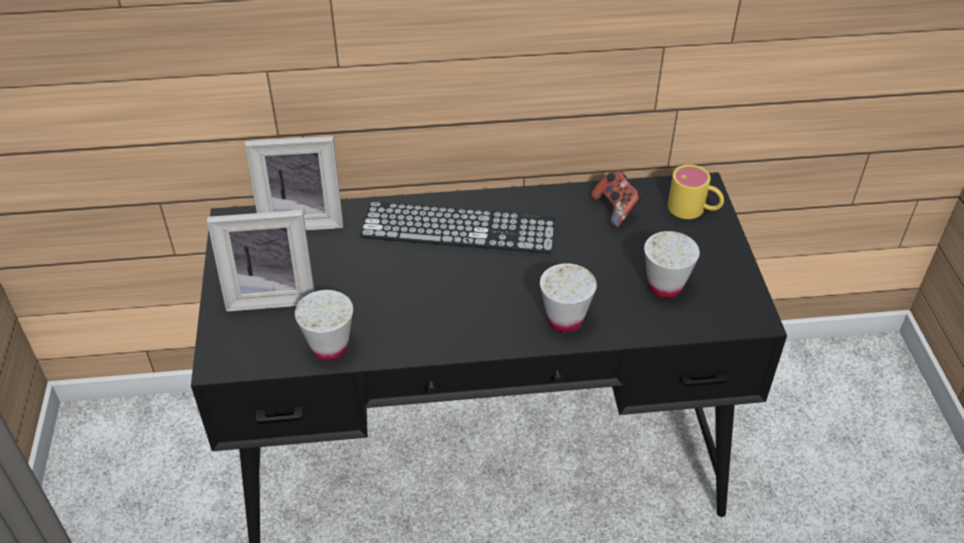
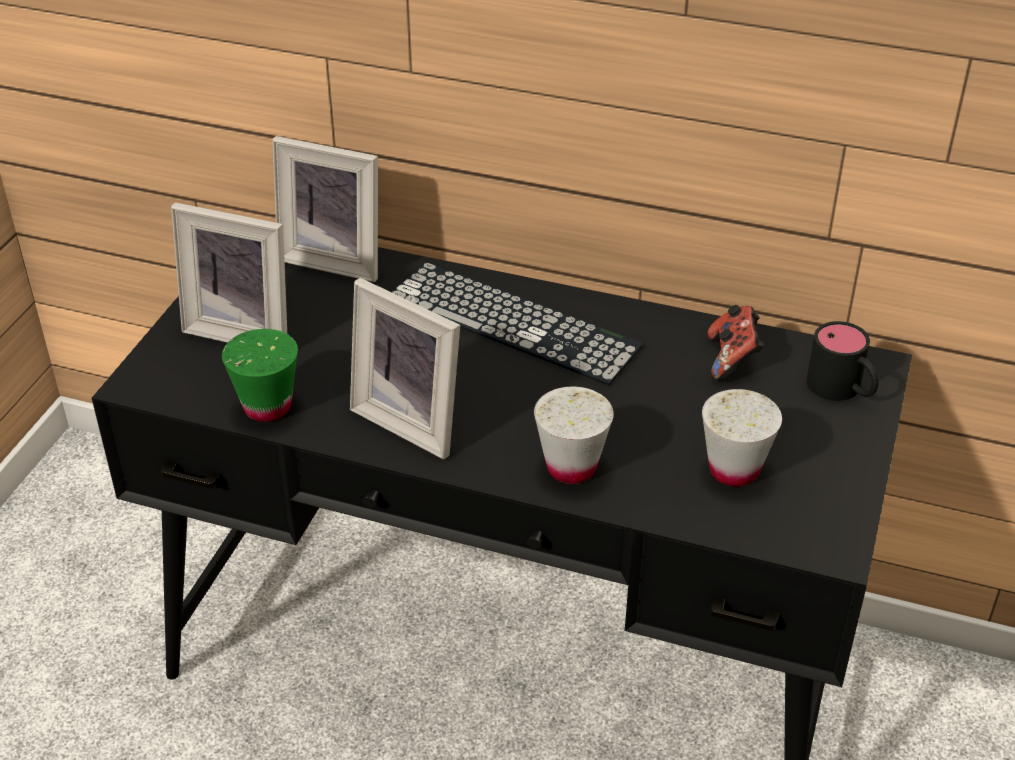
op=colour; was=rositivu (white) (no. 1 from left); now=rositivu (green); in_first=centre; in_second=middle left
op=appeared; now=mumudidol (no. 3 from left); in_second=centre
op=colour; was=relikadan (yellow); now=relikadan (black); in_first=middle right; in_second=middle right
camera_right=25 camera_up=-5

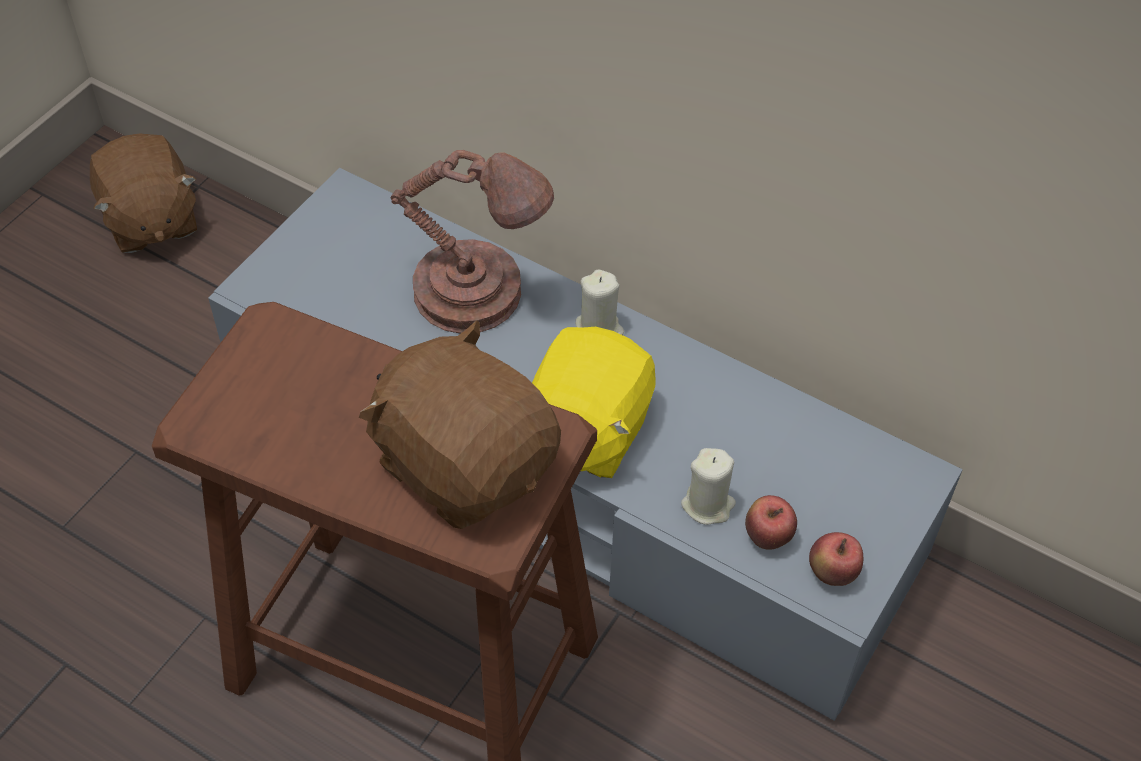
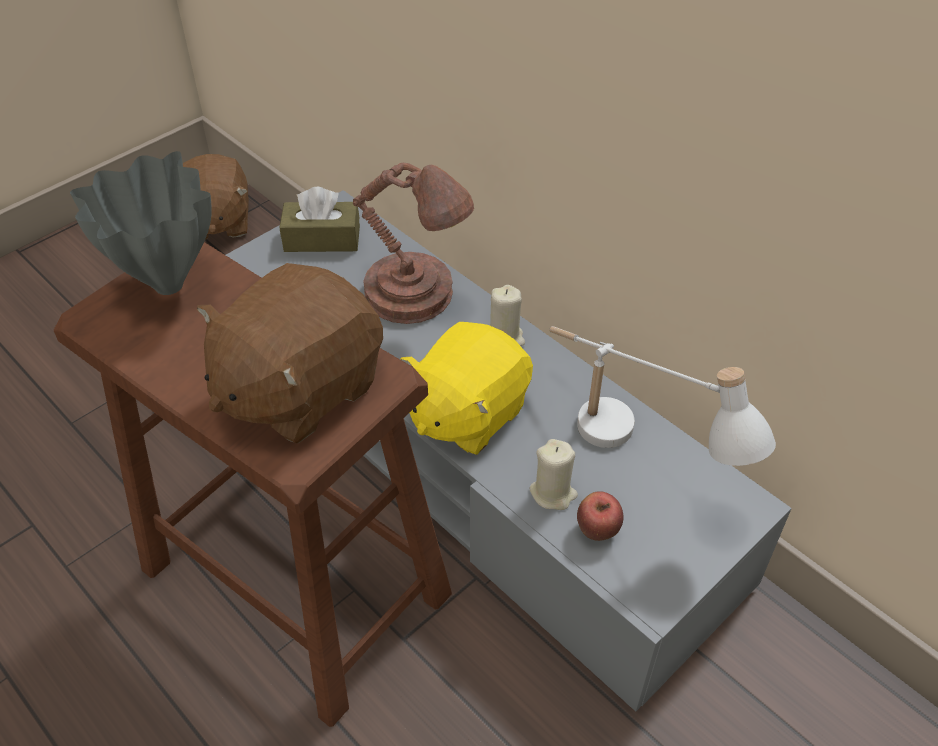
op=appeared; now=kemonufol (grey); in_second=top left
op=spun; was=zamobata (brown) (no. 2 from left); in_first=centre; in_second=middle left; clockwise=-105
op=appeared; now=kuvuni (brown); in_second=top centre
op=appeared; now=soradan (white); in_second=middle right
op=missing; was=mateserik (no. 2 from left); in_first=bottom right
camera_right=15 camera_up=-5

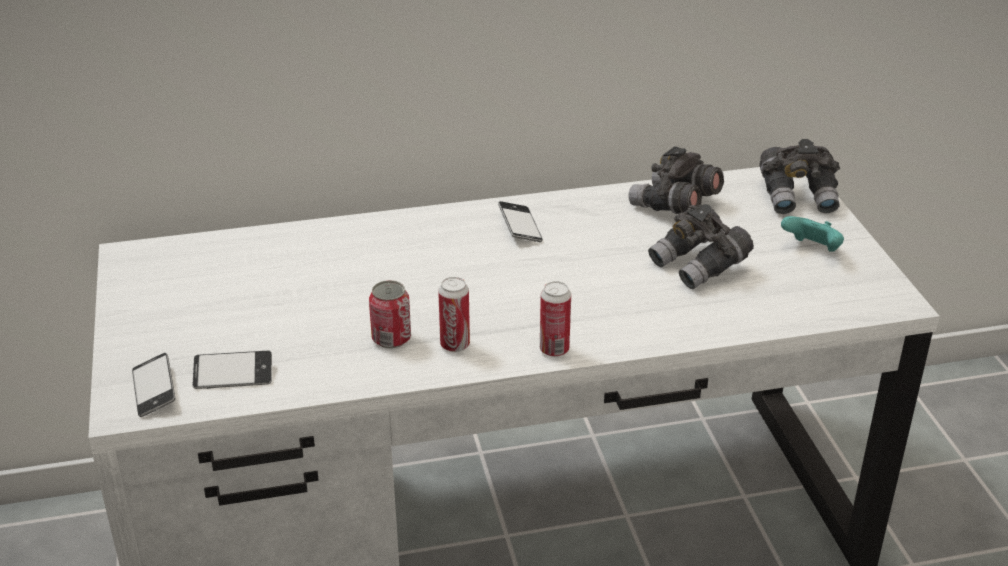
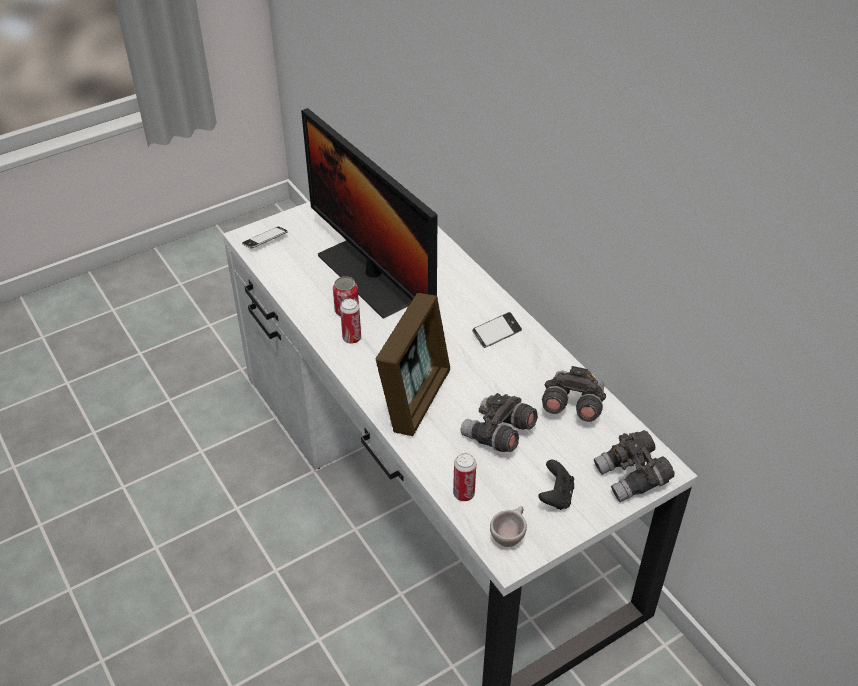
op=appeared; now=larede; in_second=top centre
op=appeared; now=mumudidol; in_second=centre
op=relocated; was=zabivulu (no. 3 from left); in_first=centre; in_second=bottom centre
op=appeared; now=rositivu (beige); in_second=bottom centre
op=colour; was=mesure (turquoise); now=mesure (black); in_first=middle right; in_second=bottom centre
op=missing; was=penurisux (no. 2 from left); in_first=middle left
camera_right=70 camera_up=10

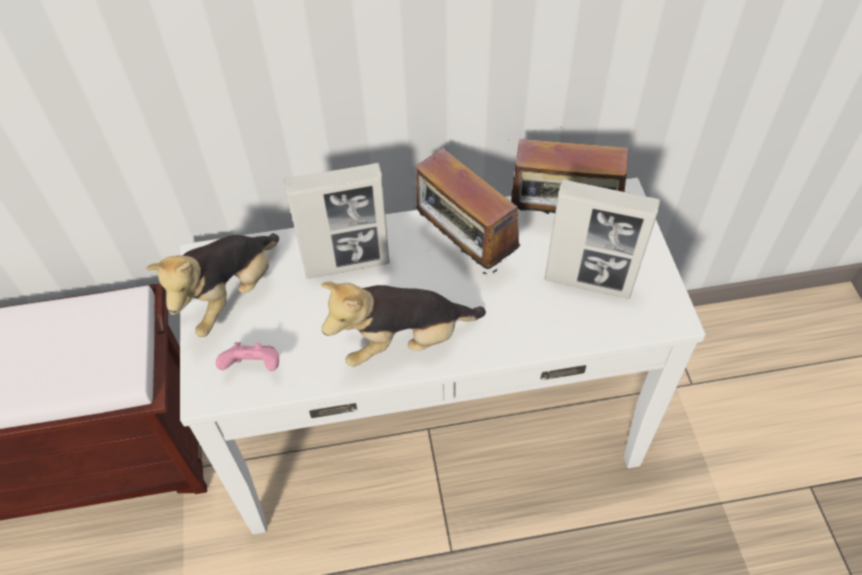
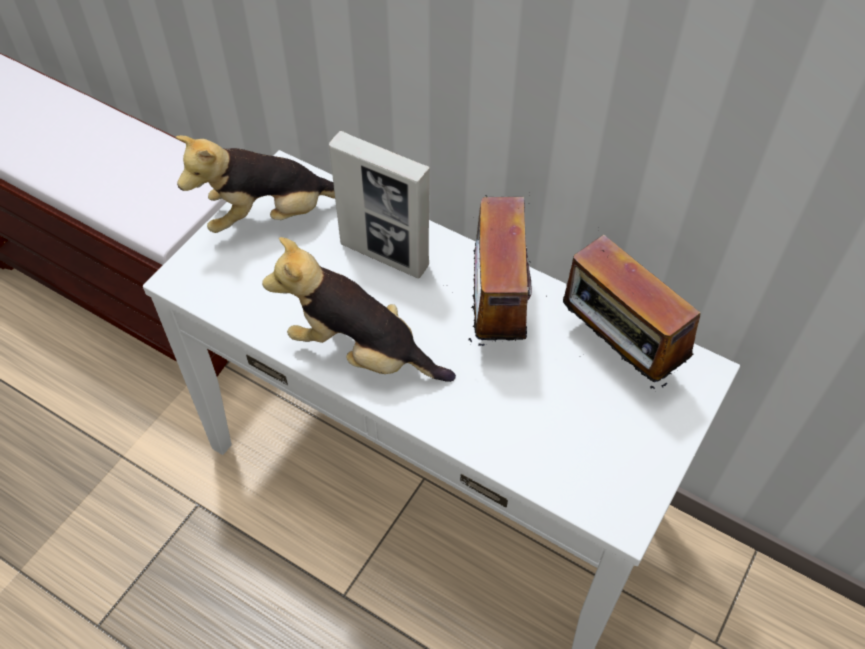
op=missing; was=mesure (pink); in_first=middle left
op=missing; was=mumudidol (no. 2 from left); in_first=middle right
camera_right=40 camera_up=0

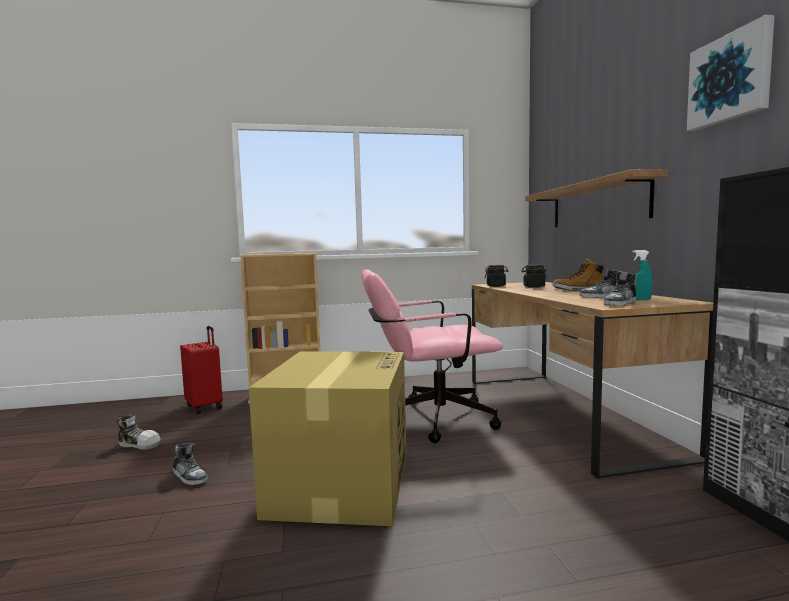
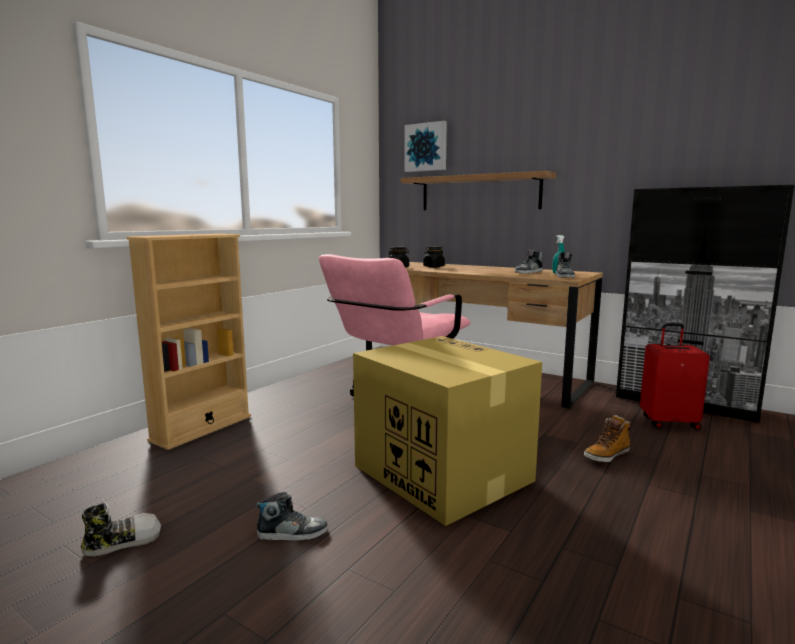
op=relocated; was=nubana; in_first=top right; in_second=top centre
op=relocated; was=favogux; in_first=middle right; in_second=bottom right
op=relocated; was=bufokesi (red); in_first=middle left; in_second=middle right
camera_right=-45 camera_up=5

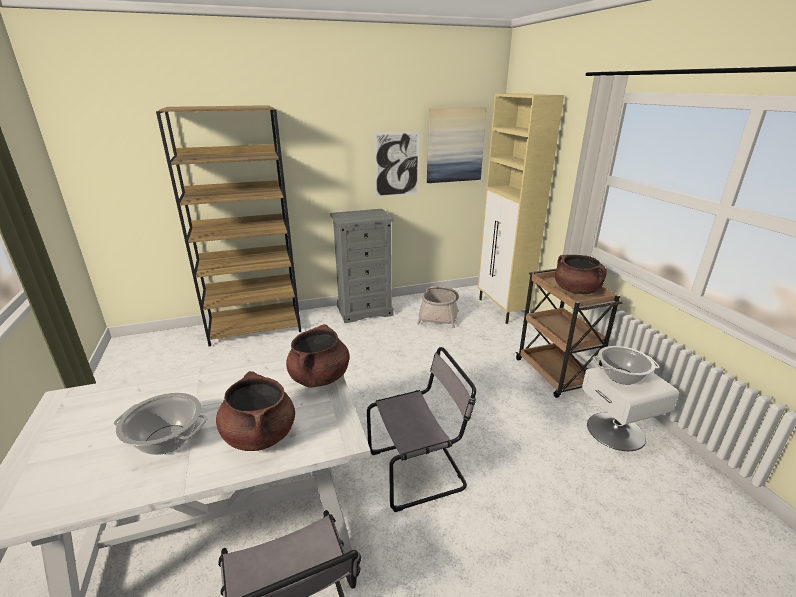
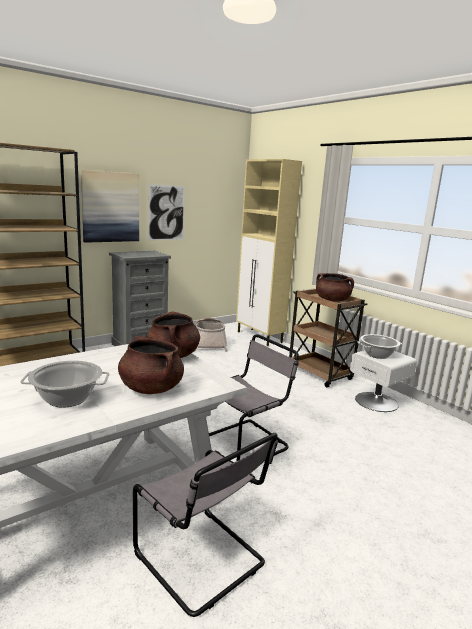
op=relocated; was=nubana (no. 2 from left in the first image); now=nubana (no. 1 from left); in_first=top centre; in_second=top left
camera_right=-20 camera_up=-10

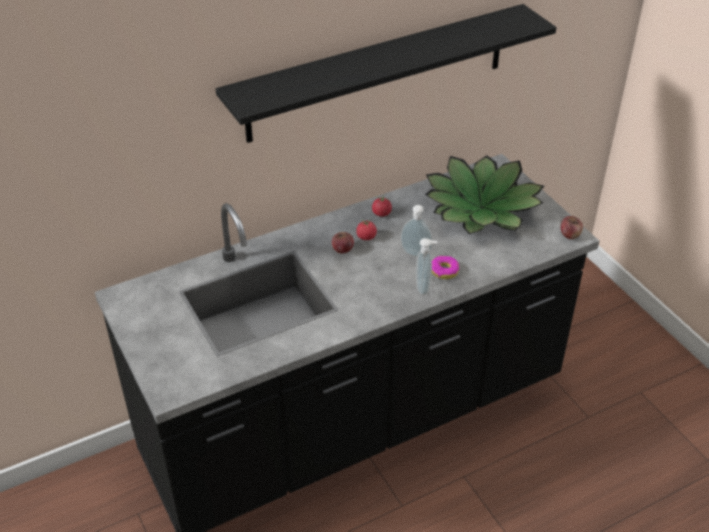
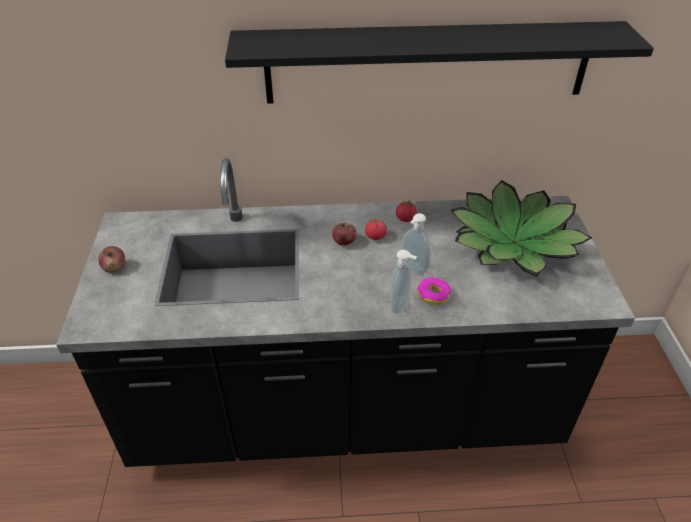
op=relocated; was=mateserik (no. 2 from left in the first image); now=mateserik (no. 1 from left); in_first=middle right; in_second=middle left
camera_right=25 camera_up=0

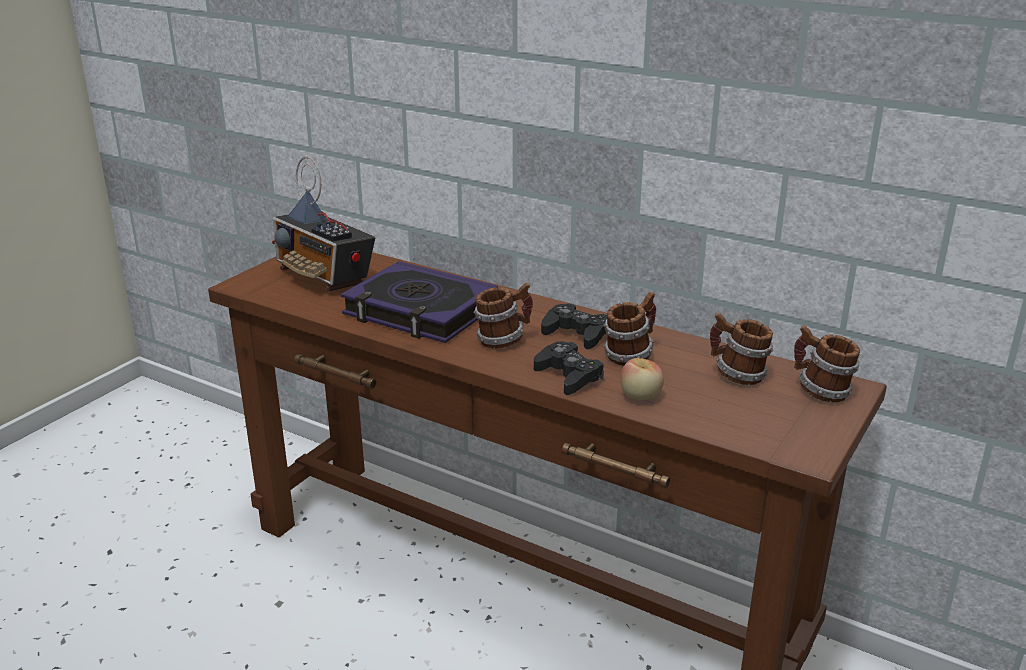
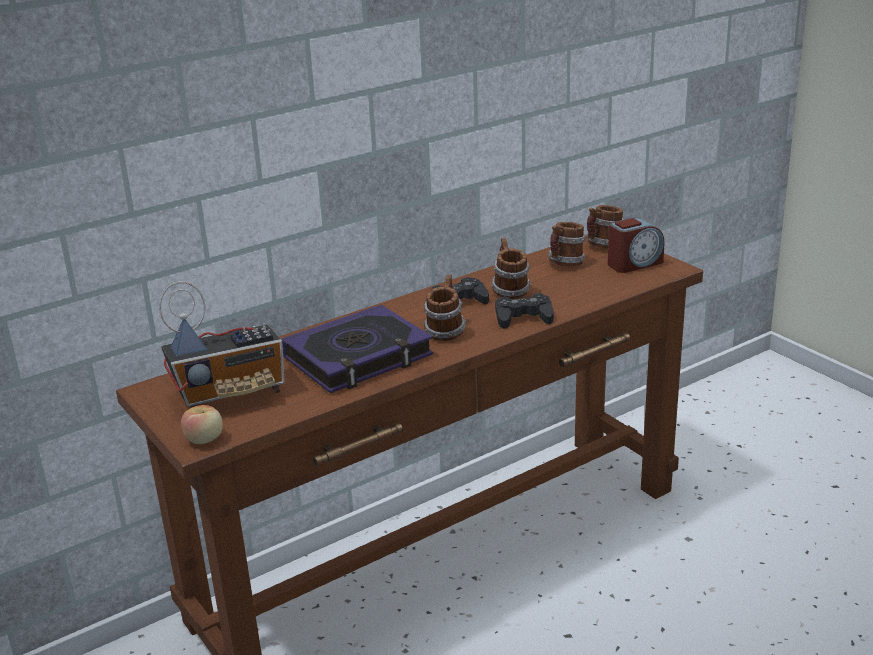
op=relocated; was=mateserik; in_first=centre; in_second=middle left
op=appeared; now=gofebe; in_second=middle right
camera_right=-65 camera_up=0

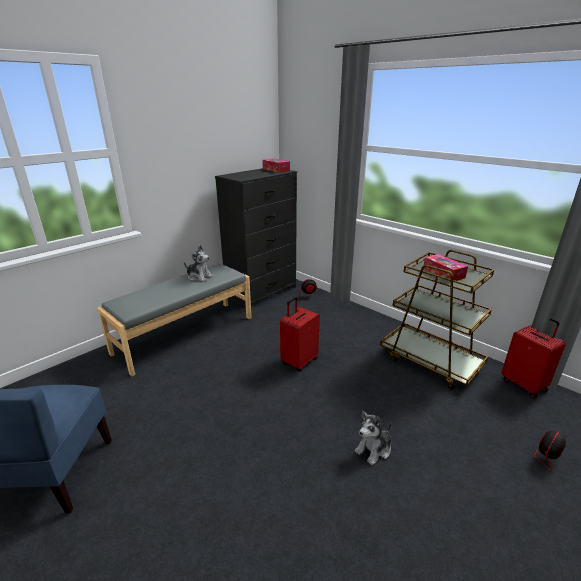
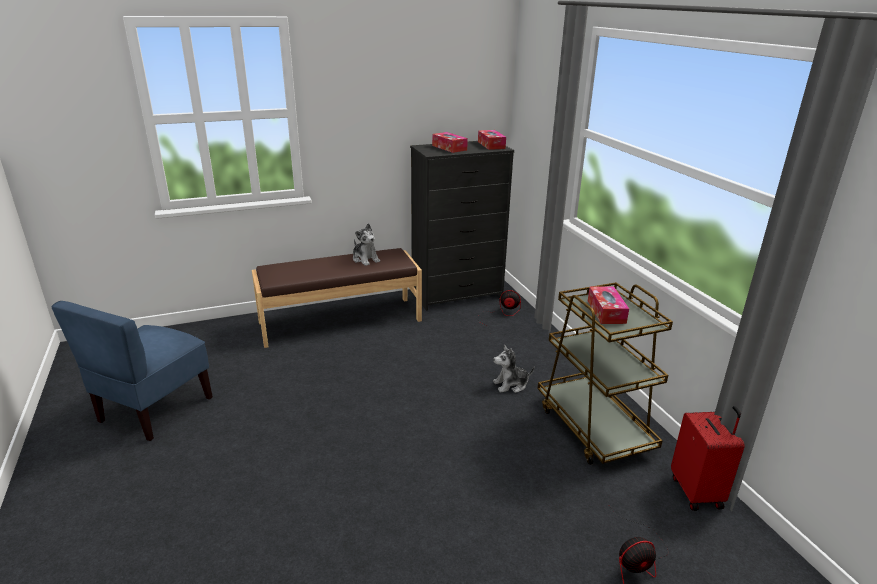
op=colour; was=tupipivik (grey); now=tupipivik (brown); in_first=middle left; in_second=centre
op=appeared; now=kuvuni (no. 1 from left); in_second=top centre
op=relocated; was=zamobata (no. 2 from left); in_first=bottom centre; in_second=centre
op=missing; was=bufokesi (red) (no. 1 from left); in_first=centre
camera_right=25 camera_up=0

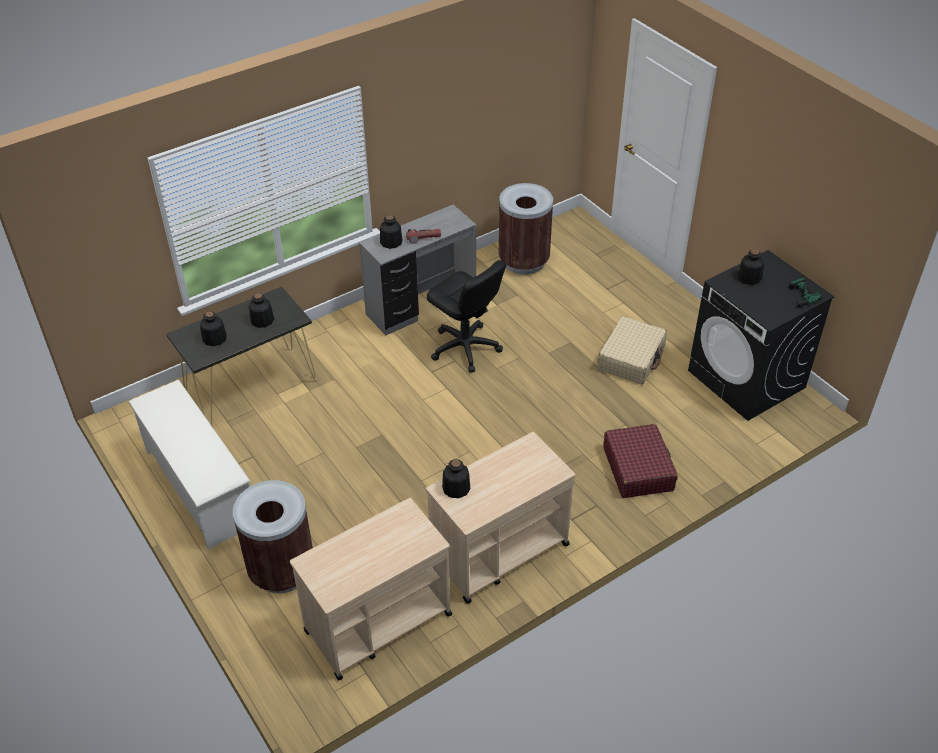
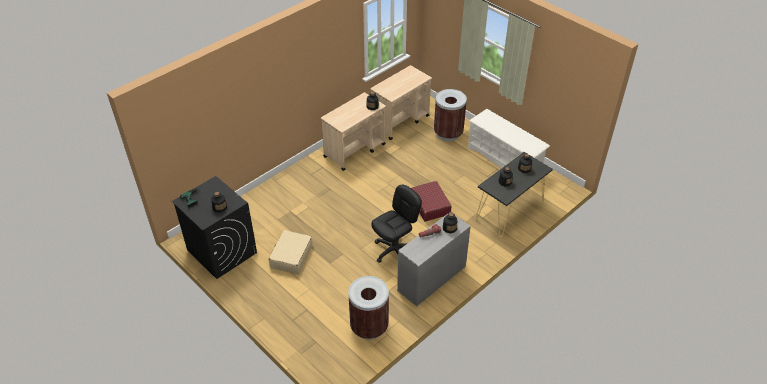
op=spun; was=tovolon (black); in_first=centre; in_second=centre; clockwise=105
op=relocated; was=bufokesi (red); in_first=middle right; in_second=centre
camera_right=170 camera_up=0

